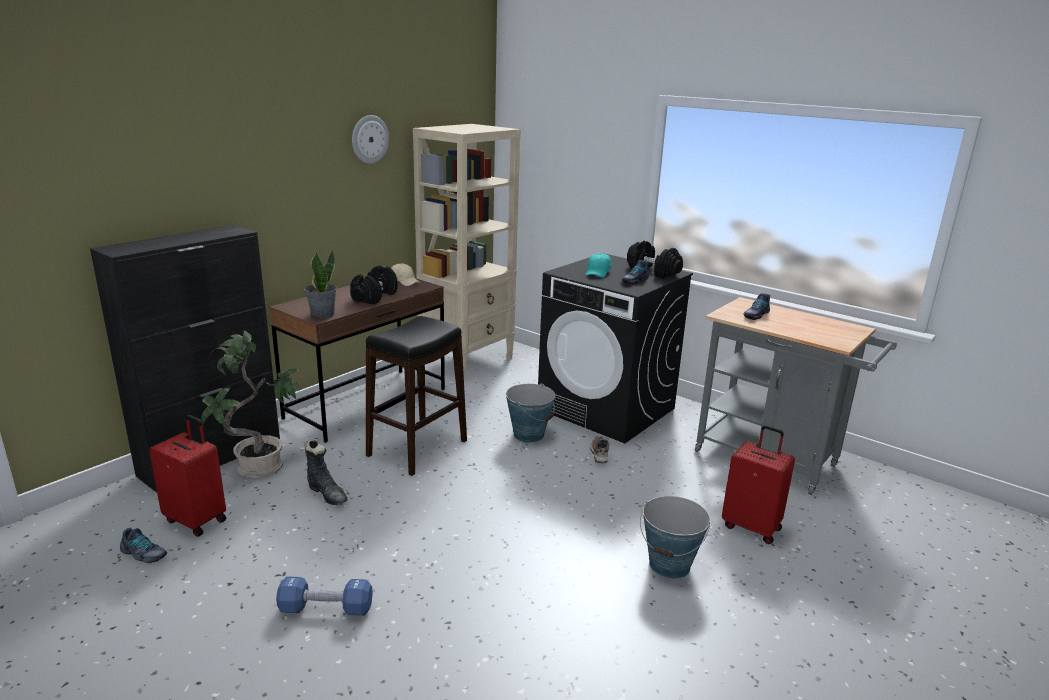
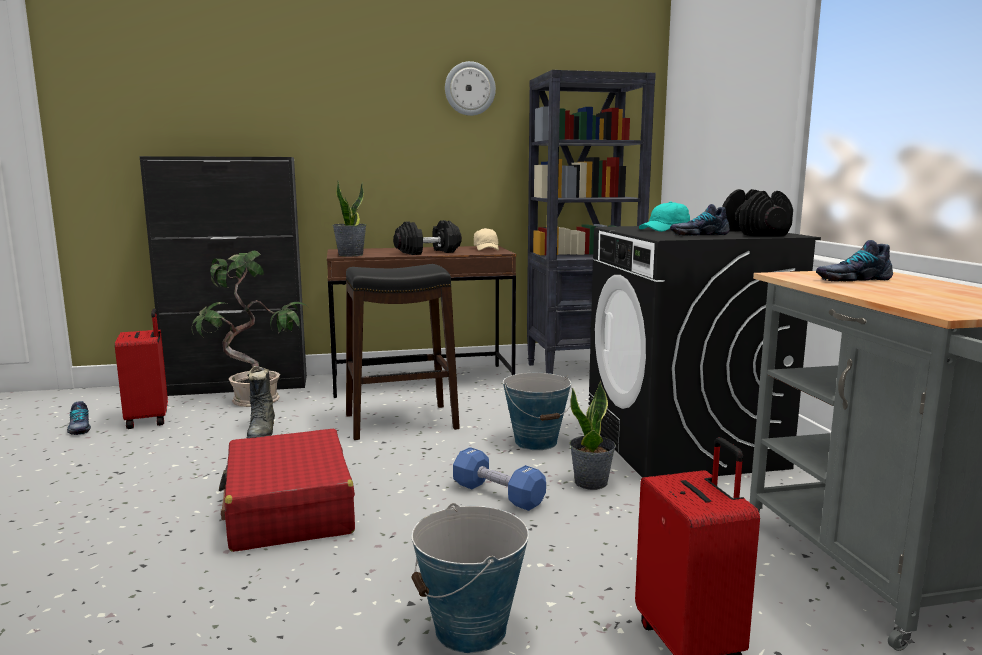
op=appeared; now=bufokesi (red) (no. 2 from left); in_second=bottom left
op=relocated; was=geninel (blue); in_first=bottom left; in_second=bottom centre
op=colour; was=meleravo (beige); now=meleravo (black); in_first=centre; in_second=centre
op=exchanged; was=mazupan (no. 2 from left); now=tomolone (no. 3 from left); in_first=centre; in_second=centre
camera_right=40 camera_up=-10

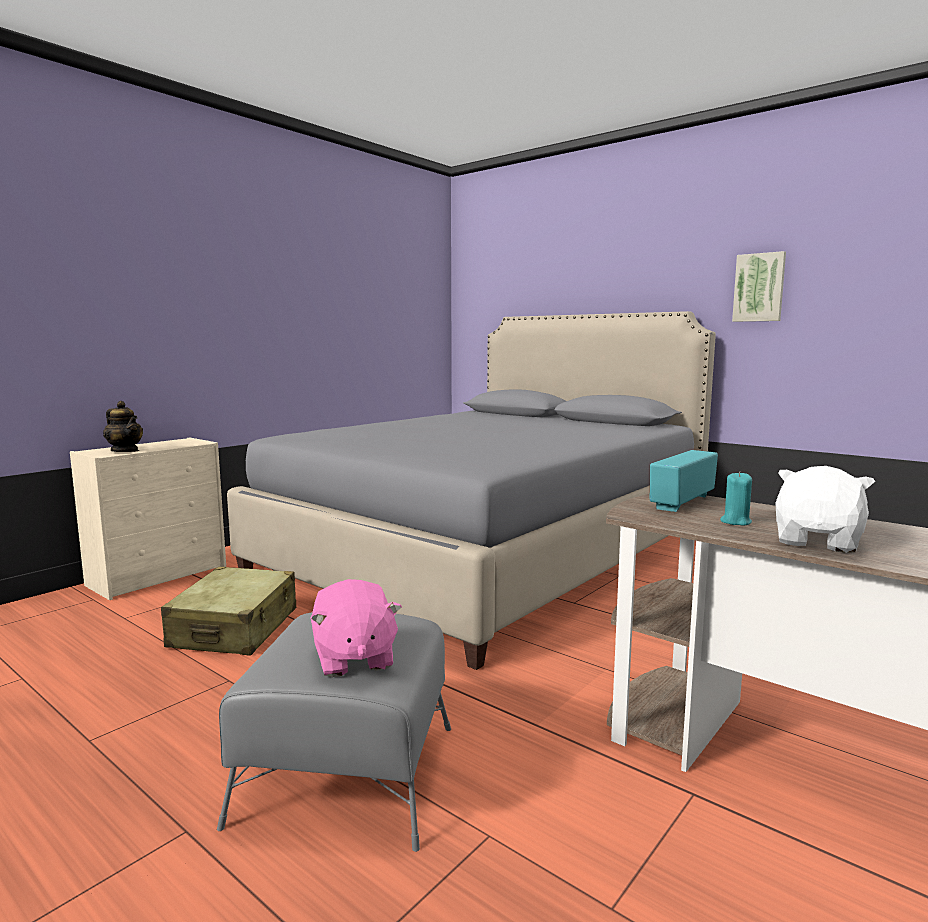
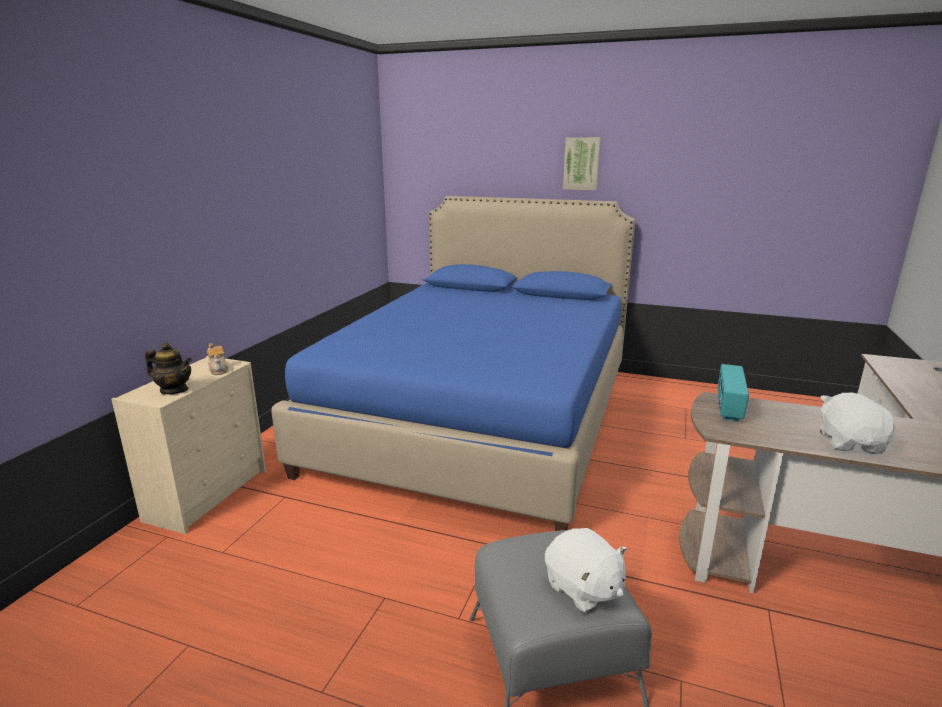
op=appeared; now=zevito (no. 2 from left); in_second=middle left
op=colour; was=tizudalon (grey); now=tizudalon (blue); in_first=centre; in_second=centre
op=colour; was=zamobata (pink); now=zamobata (white) (no. 1 from left); in_first=bottom centre; in_second=bottom centre
op=relocated; was=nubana; in_first=top right; in_second=top centre
op=missing; was=bufokesi (beige); in_first=middle left
op=missing; was=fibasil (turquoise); in_first=middle right
camera_right=-20 camera_up=10

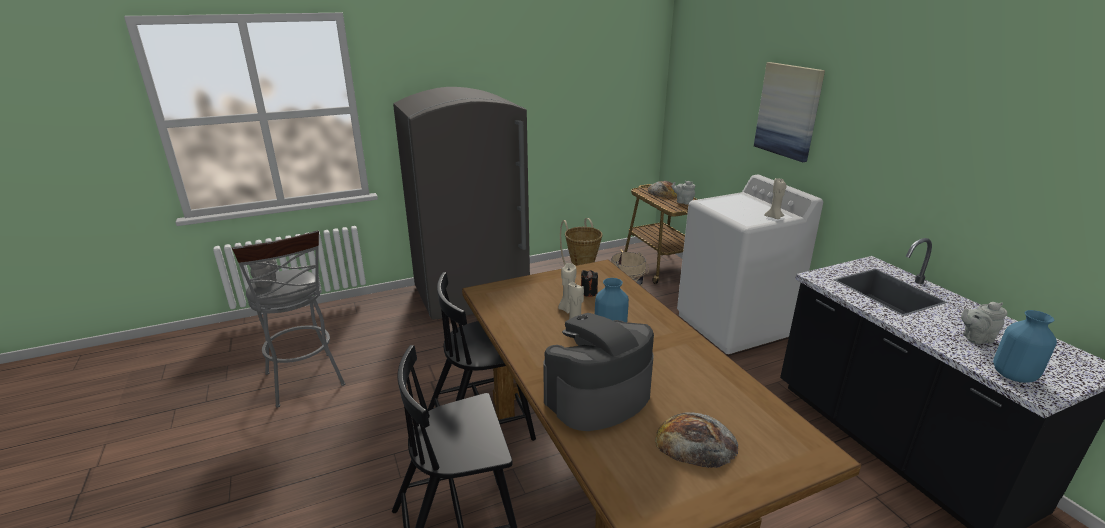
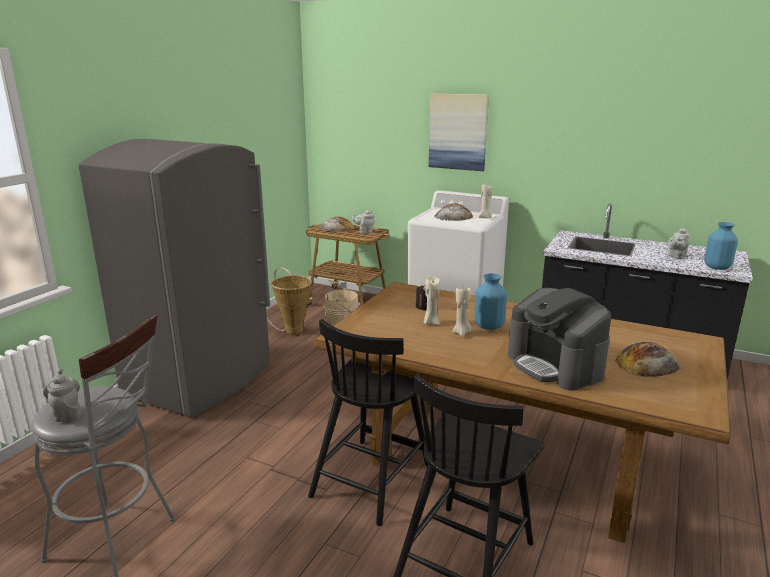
op=appeared; now=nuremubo (no. 2 from left); in_second=centre
op=spun; was=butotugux; in_first=bottom centre; in_second=middle right; clockwise=-45
camera_right=-40 camera_up=-5

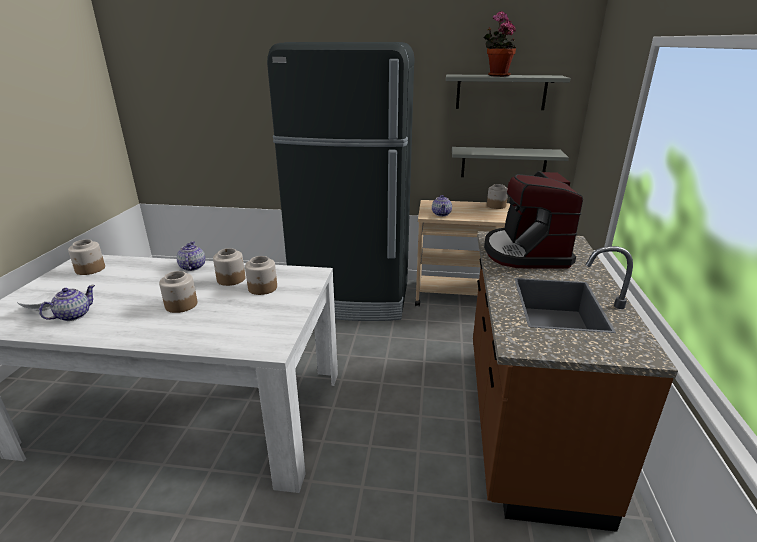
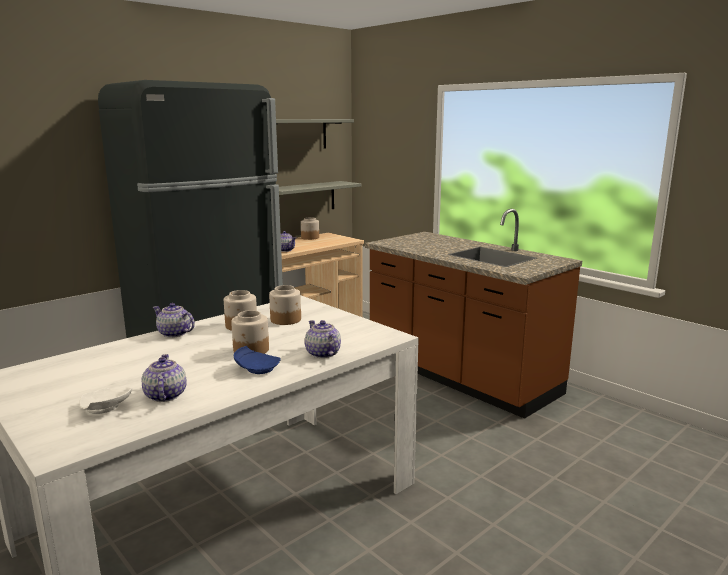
op=appeared; now=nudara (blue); in_second=centre
op=appeared; now=zevito (no. 4 from left); in_second=centre
op=missing; was=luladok (no. 1 from left); in_first=middle left
op=missing; was=tomolone; in_first=top centre
op=missing; was=butotugux; in_first=middle right
camera_right=-50 camera_up=-10

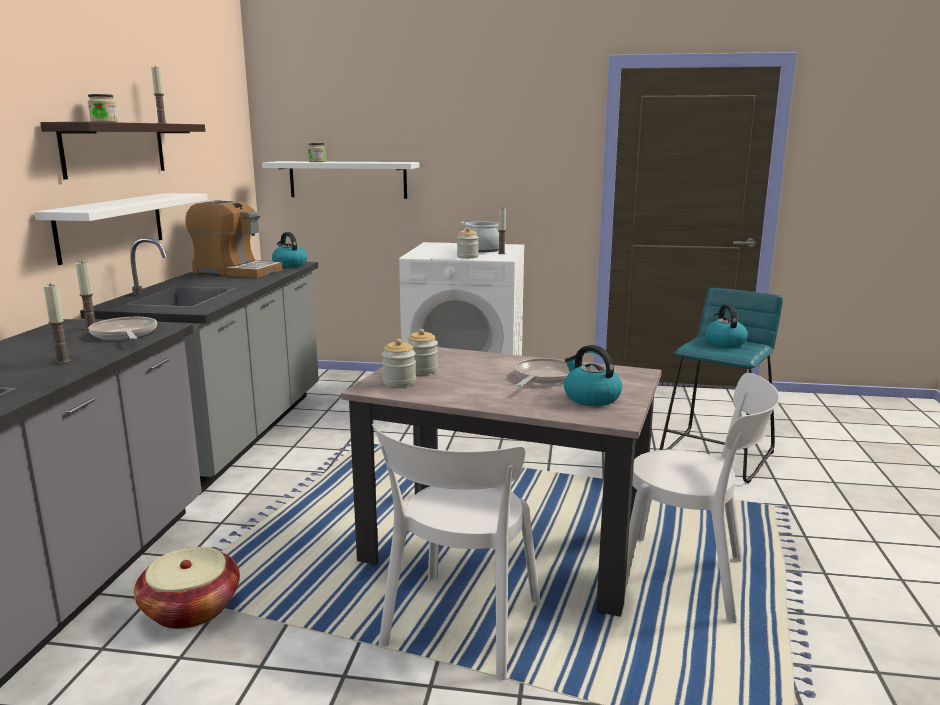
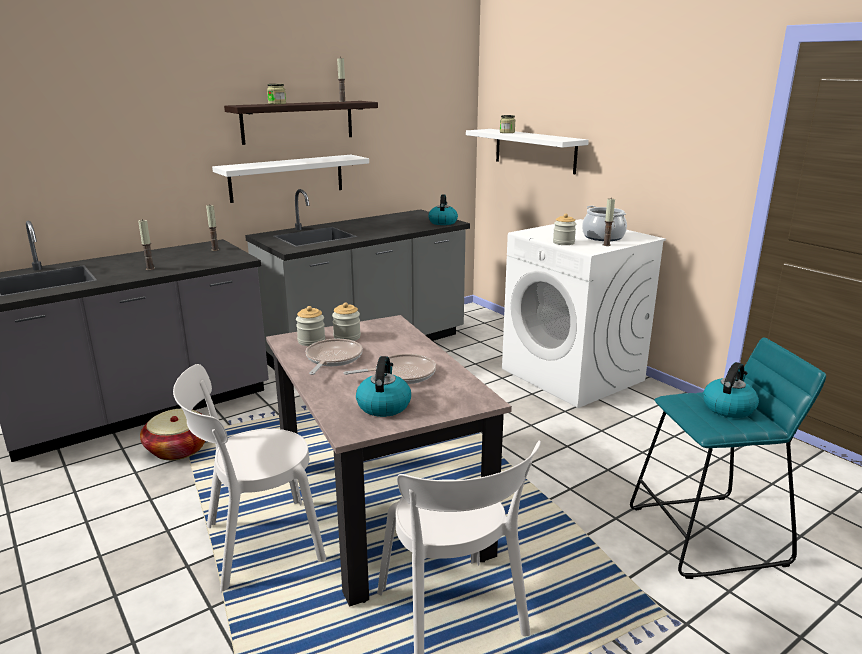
op=relocated; was=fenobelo (no. 1 from left); in_first=middle left; in_second=centre
op=missing; was=butotugux; in_first=middle left
camera_right=45 camera_up=5

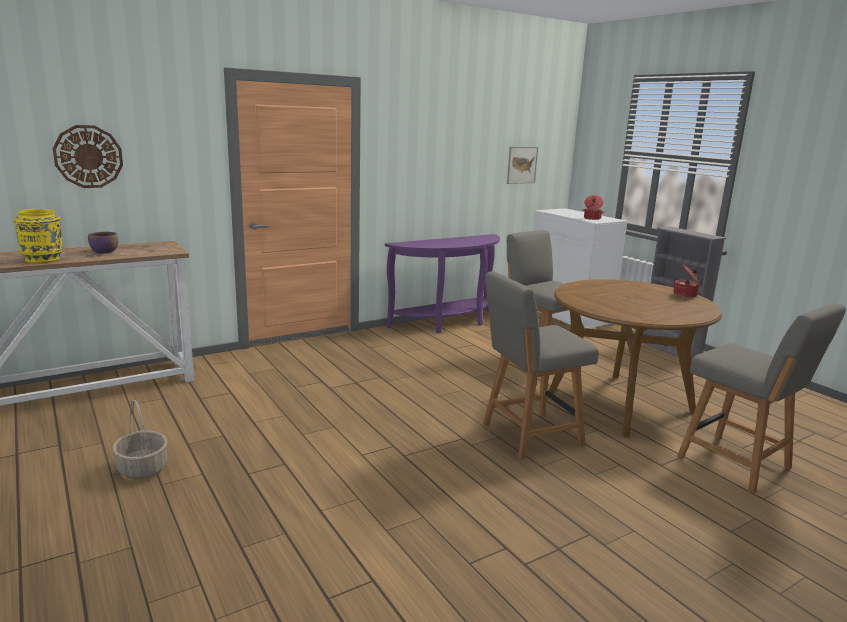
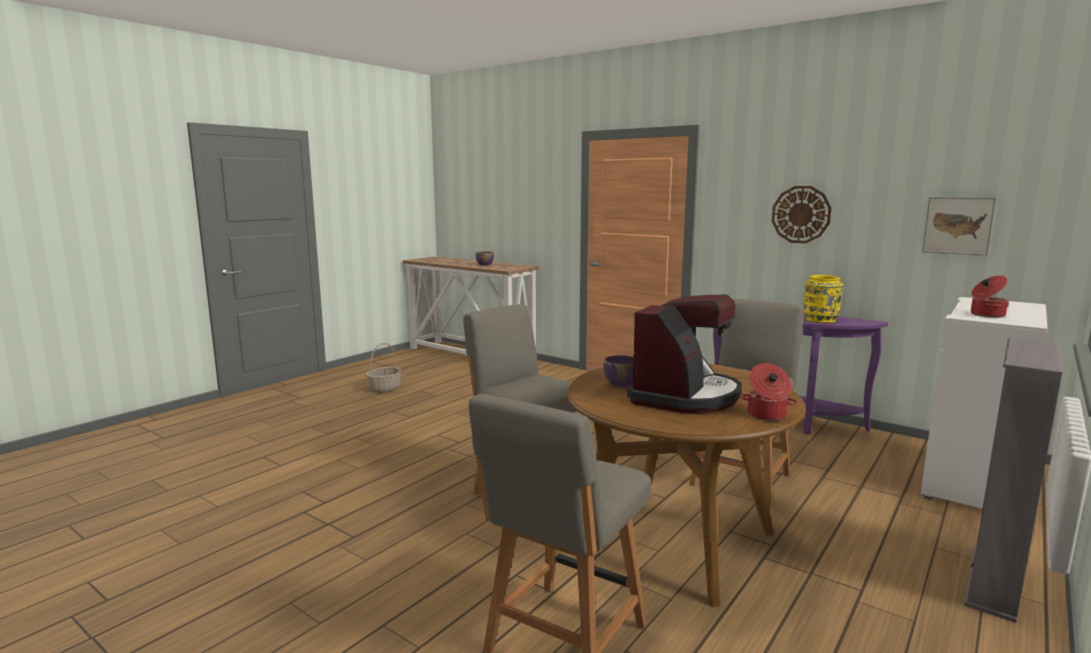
op=appeared; now=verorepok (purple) (no. 2 from left); in_second=centre
op=appeared; now=butotugux; in_second=centre
op=relocated; was=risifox; in_first=top left; in_second=top right
op=relocated; was=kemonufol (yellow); in_first=middle left; in_second=middle right
camera_right=70 camera_up=-5

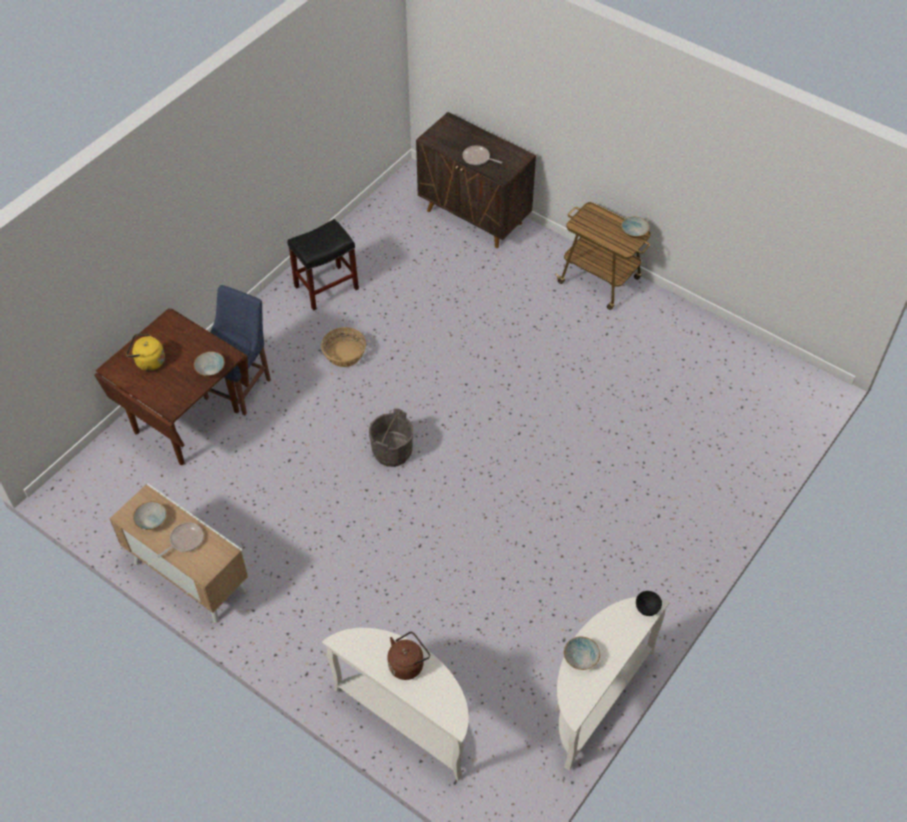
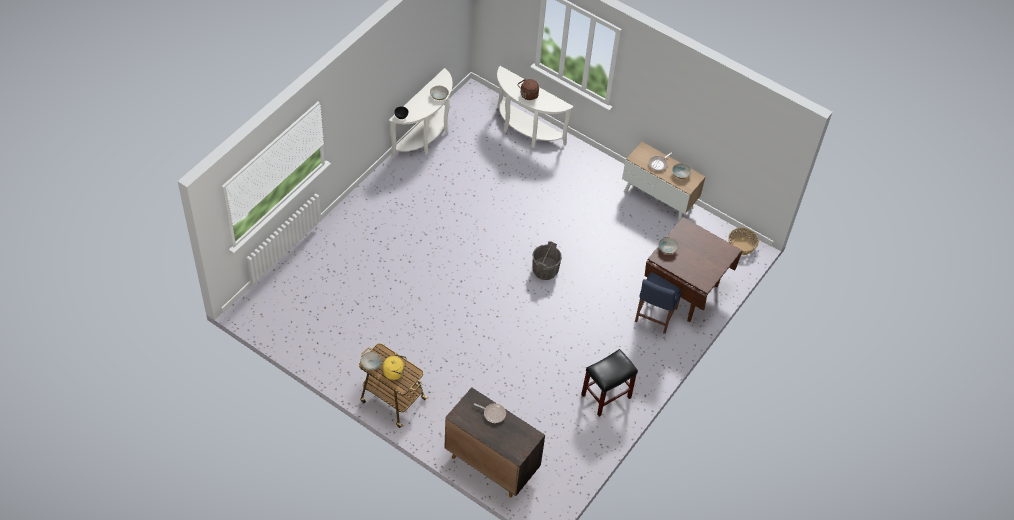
op=relocated; was=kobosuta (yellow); in_first=middle left; in_second=bottom centre
op=relocated; was=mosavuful; in_first=centre; in_second=middle right
camera_right=175 camera_up=0

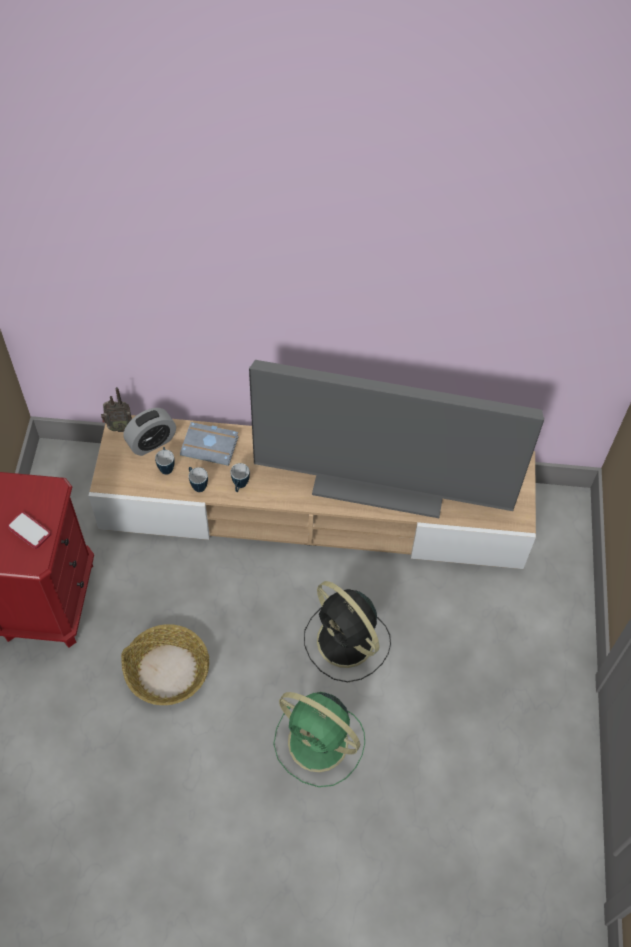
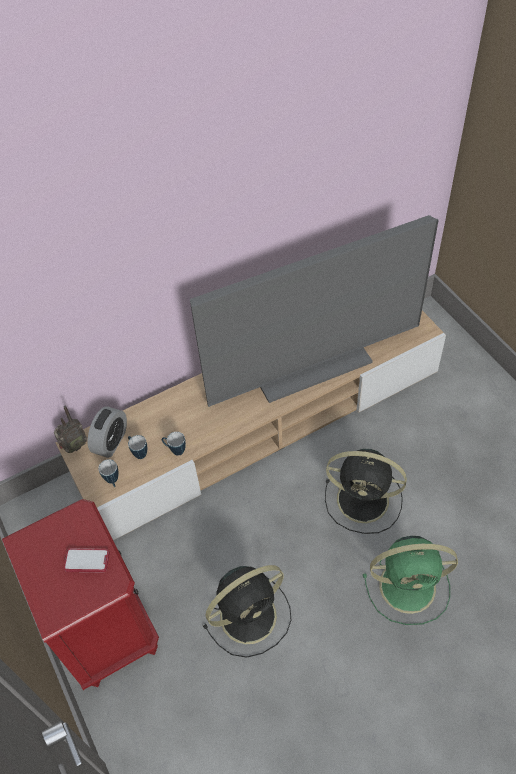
op=relocated; was=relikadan (no. 3 from left in the first image); now=relikadan (no. 1 from left); in_first=centre; in_second=middle left
op=exchanged; was=mosavuful; now=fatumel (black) (no. 1 from left); in_first=bottom left; in_second=bottom centre
op=missing; was=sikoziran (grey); in_first=middle left
camera_right=-30 camera_up=-5

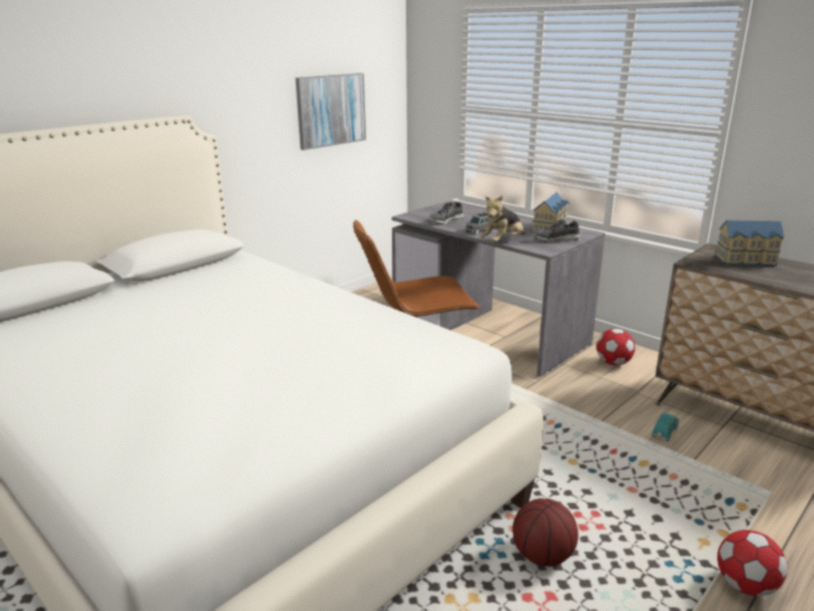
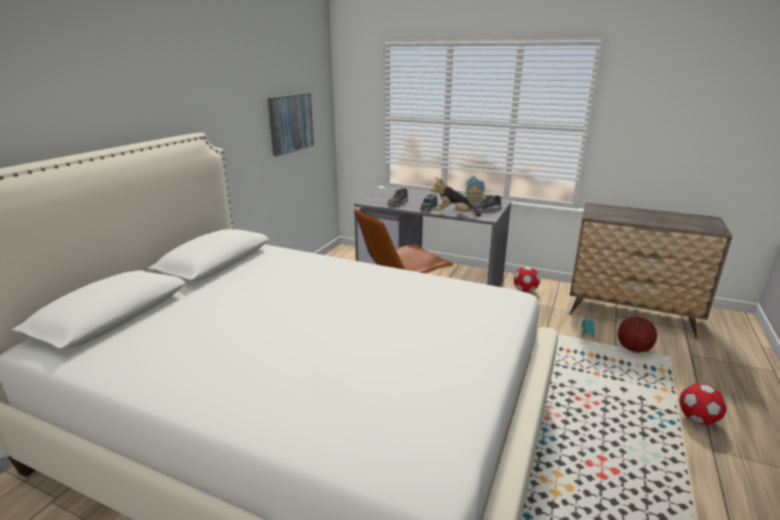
op=spun; was=zamobata; in_first=centre; in_second=centre; clockwise=75
op=relocated; was=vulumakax; in_first=bottom right; in_second=middle right
op=missing; was=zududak (no. 2 from left); in_first=middle right
camera_right=-20 camera_up=0

